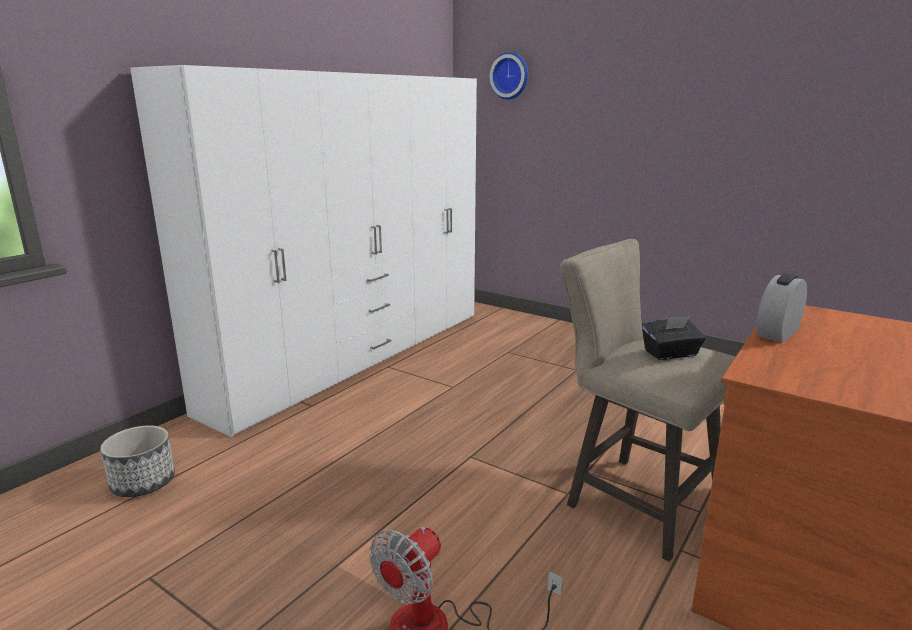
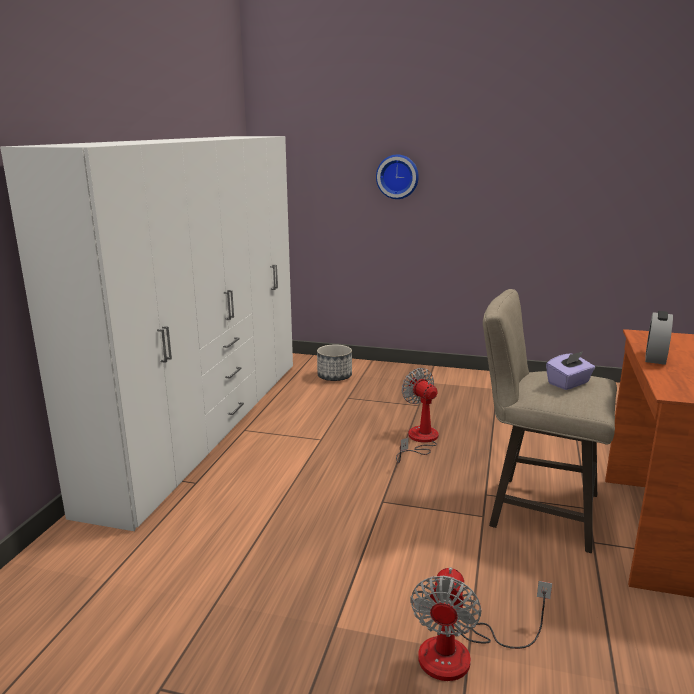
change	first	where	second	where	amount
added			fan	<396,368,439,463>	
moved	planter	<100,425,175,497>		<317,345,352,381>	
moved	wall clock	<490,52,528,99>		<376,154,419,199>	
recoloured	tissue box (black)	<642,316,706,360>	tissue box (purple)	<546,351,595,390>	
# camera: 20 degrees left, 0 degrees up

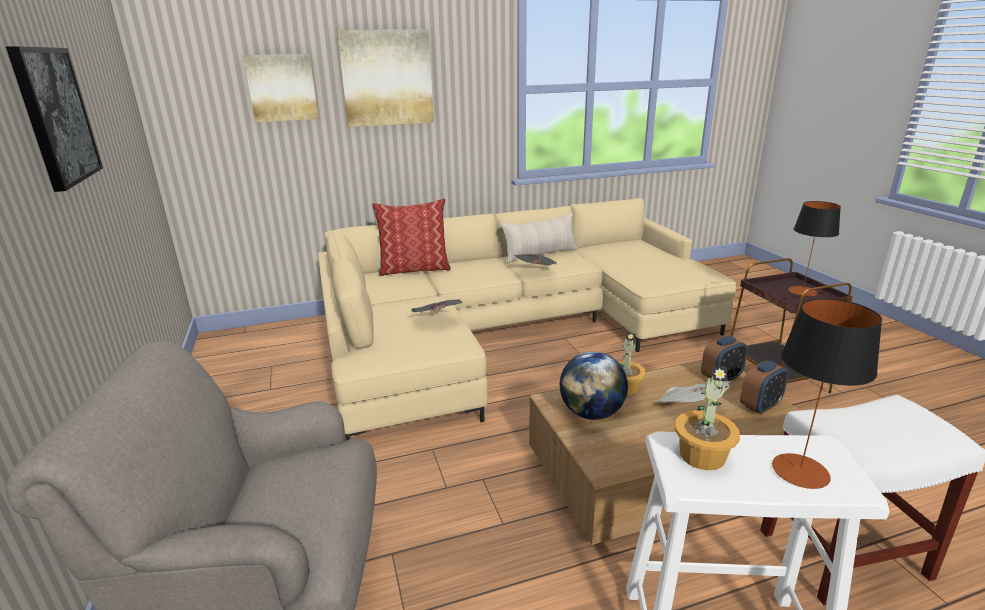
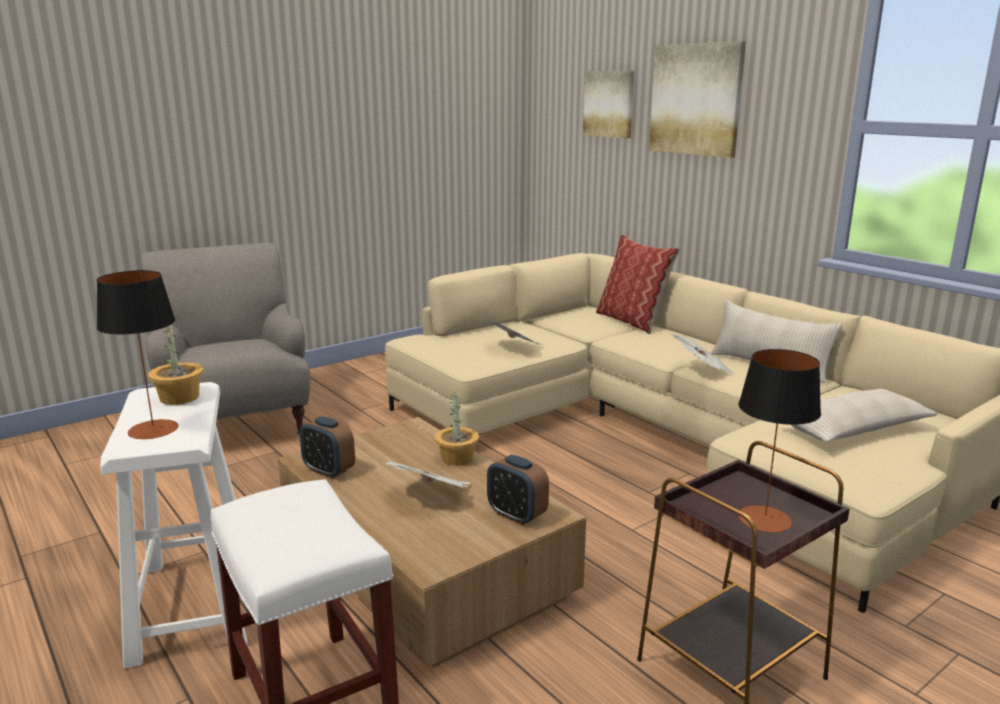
change	first	where	second	where	amount
removed	picture	<6,46,103,192>			
removed	globe	<559,352,628,420>			
added			pillow (beige)	<791,389,938,442>	
moved	alarm clock	<740,361,789,414>		<300,416,355,479>	
# camera: 70 degrees right, 5 degrees down

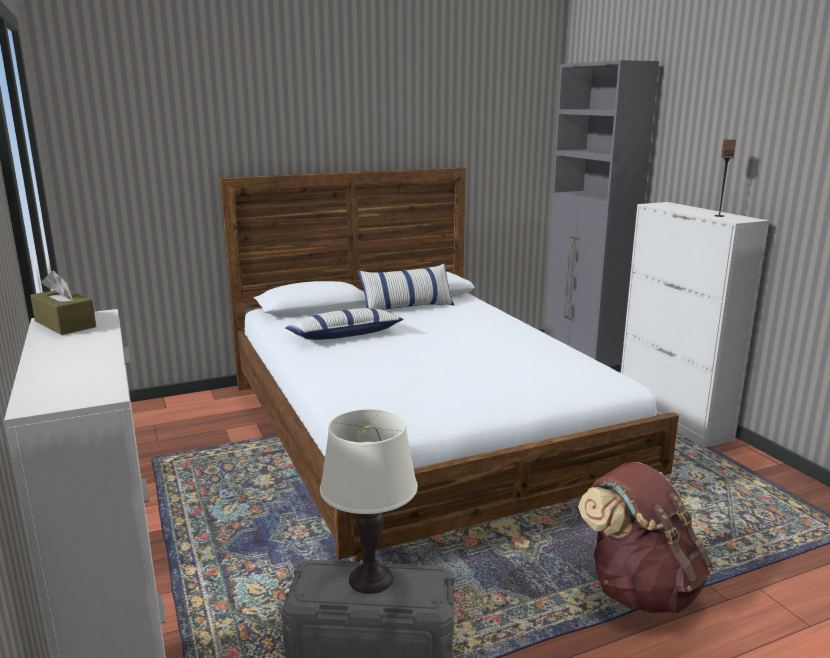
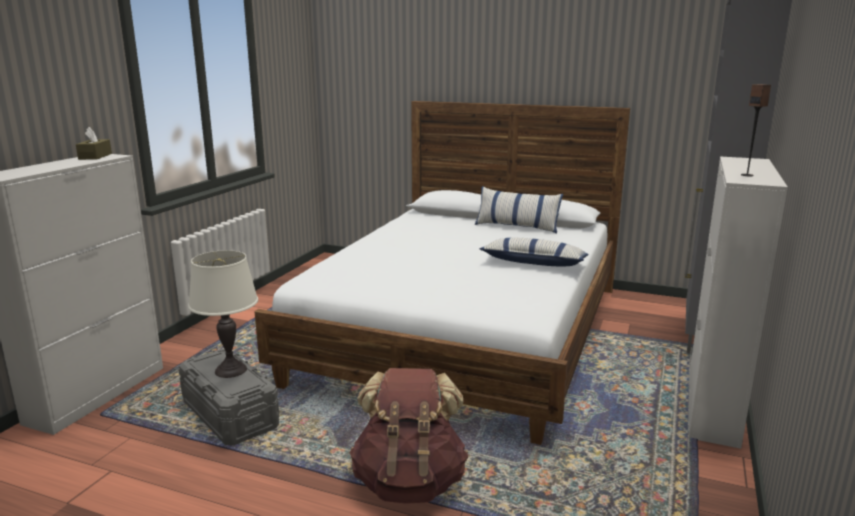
change	first	where	second	where	amount
moved	pillow	<285,308,403,340>		<480,237,589,267>	
# camera: 45 degrees right, 0 degrees up

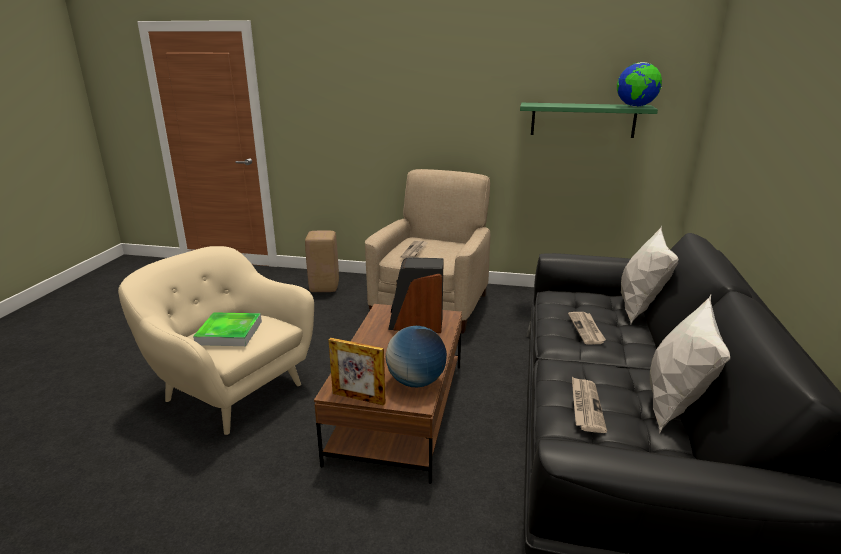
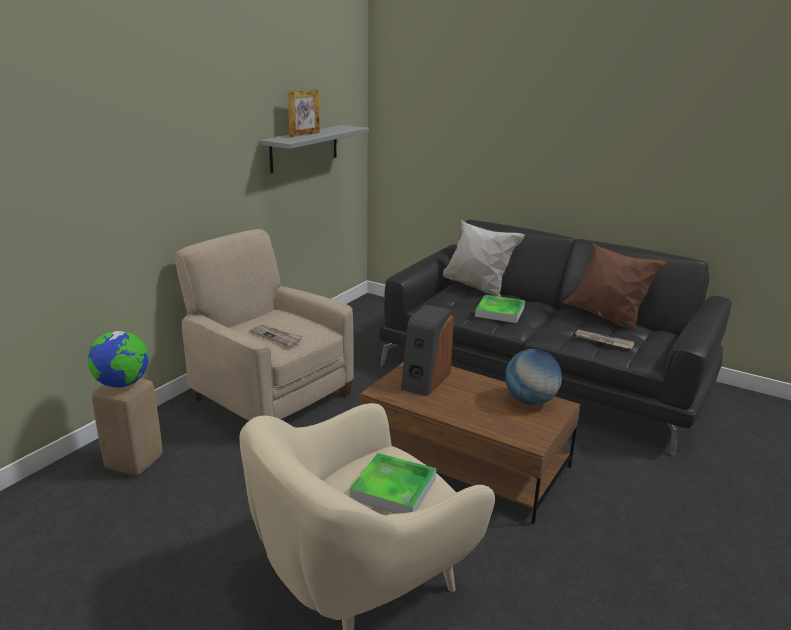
change	first	where	second	where	amount
moved	picture frame	<329,338,385,406>		<288,89,320,137>	
moved	globe	<617,62,662,107>		<88,331,149,388>	
replaced	newspaper	<568,312,606,344>	tray	<475,295,525,323>	
recoloured	shelf (green)	<520,103,658,138>	shelf (grey)	<260,125,369,173>	
recoloured	pillow (white)	<650,295,730,434>	pillow (brown)	<563,242,668,331>	
# camera: 70 degrees left, 0 degrees up

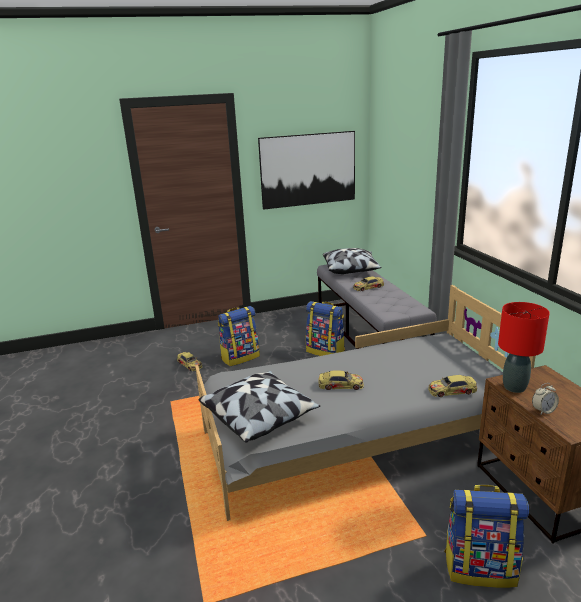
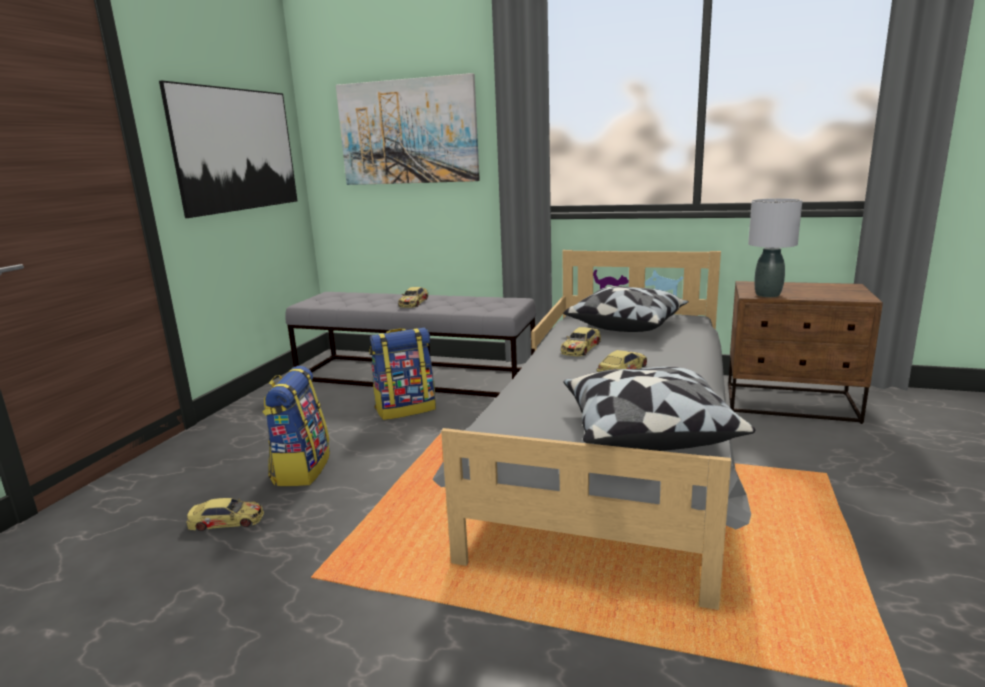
change	first	where	second	where	amount
removed	backpack	<444,485,529,588>			
removed	alarm clock	<532,383,559,414>			
added			picture	<336,73,480,185>	
moved	pillow	<323,248,382,274>		<563,286,689,332>	
moved	toy car	<428,375,477,397>		<561,327,601,356>	
recoloured	table lamp (red)	<498,302,550,393>	table lamp (grey)	<748,198,802,297>	
# camera: 55 degrees left, 5 degrees down

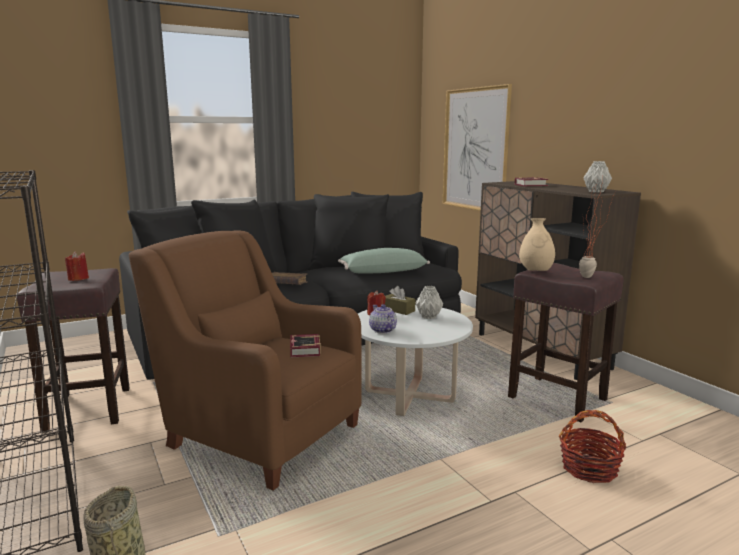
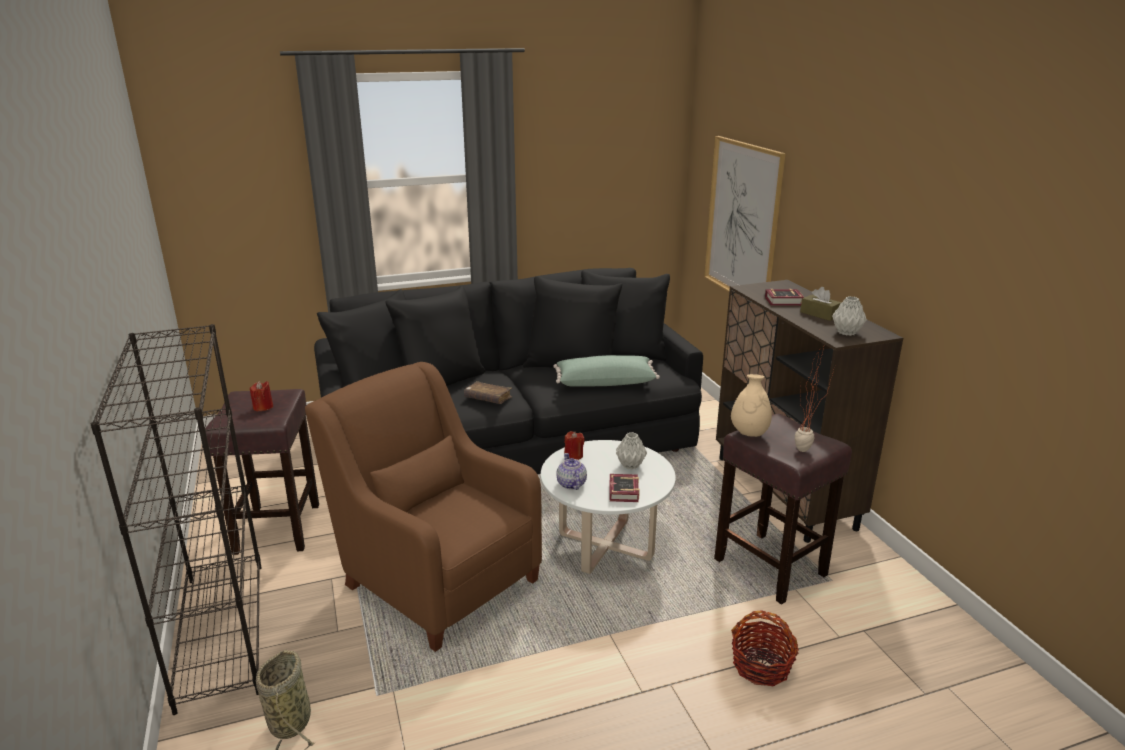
change	first	where	second	where	amount
moved	book	<290,334,321,357>		<610,474,640,502>	
moved	tissue box (brown)	<385,286,415,315>		<800,287,842,321>	
# camera: 10 degrees right, 10 degrees up

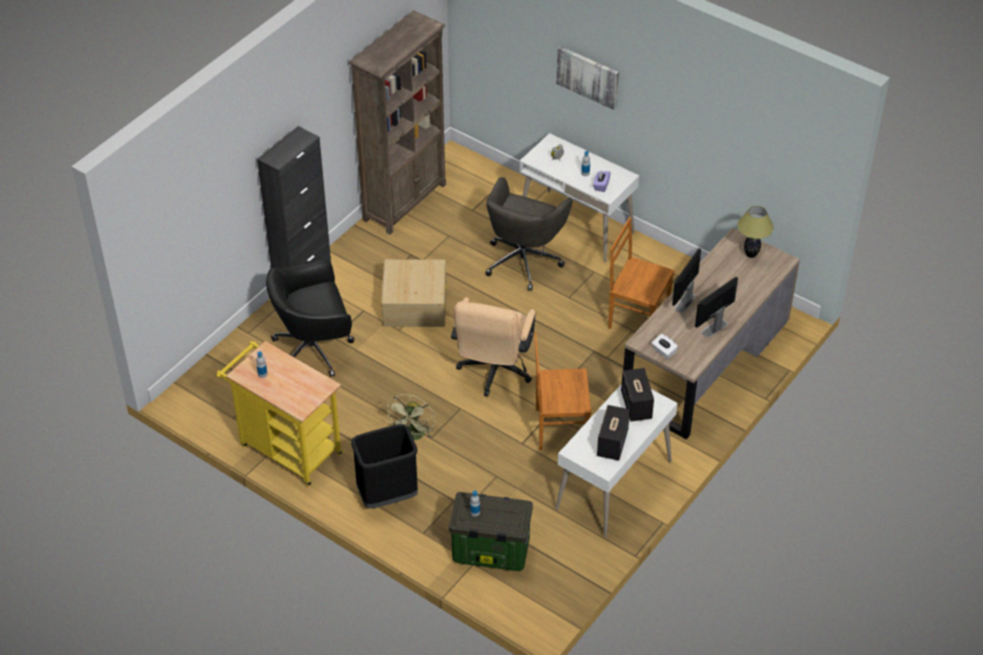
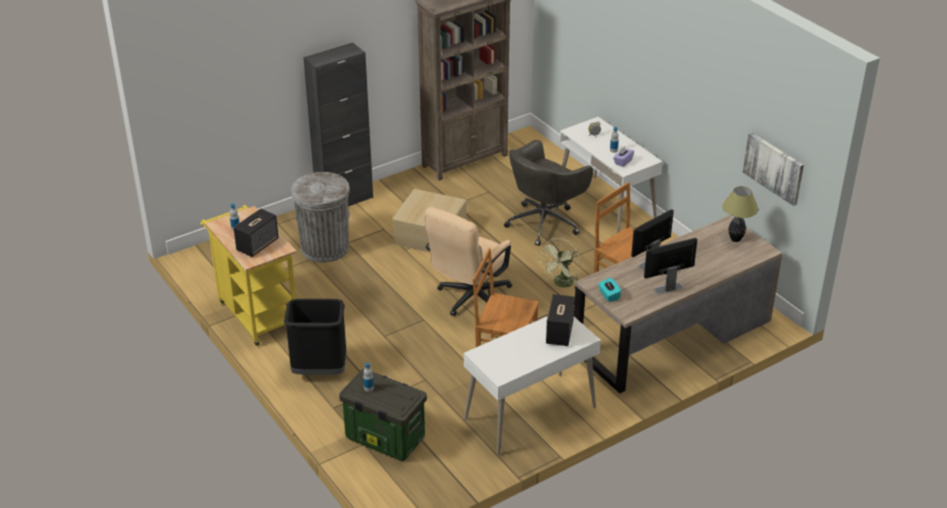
change	first	where	second	where	amount
moved	fan (green)	<386,394,435,440>		<540,238,581,287>	
moved	picture	<556,46,619,110>		<743,132,804,206>	
moved	speaker	<597,405,630,461>		<233,209,279,257>	
replaced	office chair (black)	<266,260,354,377>	trash can (grey)	<291,172,350,263>	
recoloured	tissue box (white)	<652,334,678,359>	tissue box (turquoise)	<598,278,621,302>	
# camera: 20 degrees right, 10 degrees down

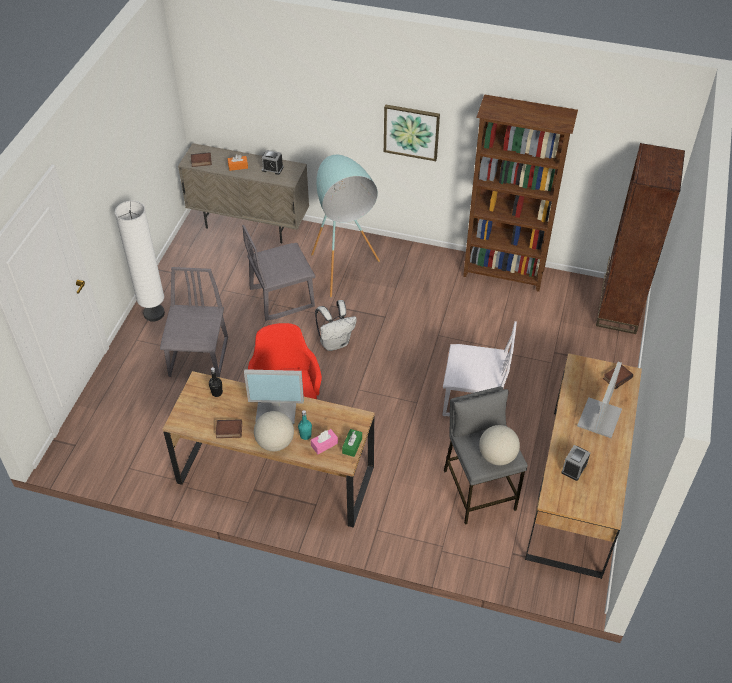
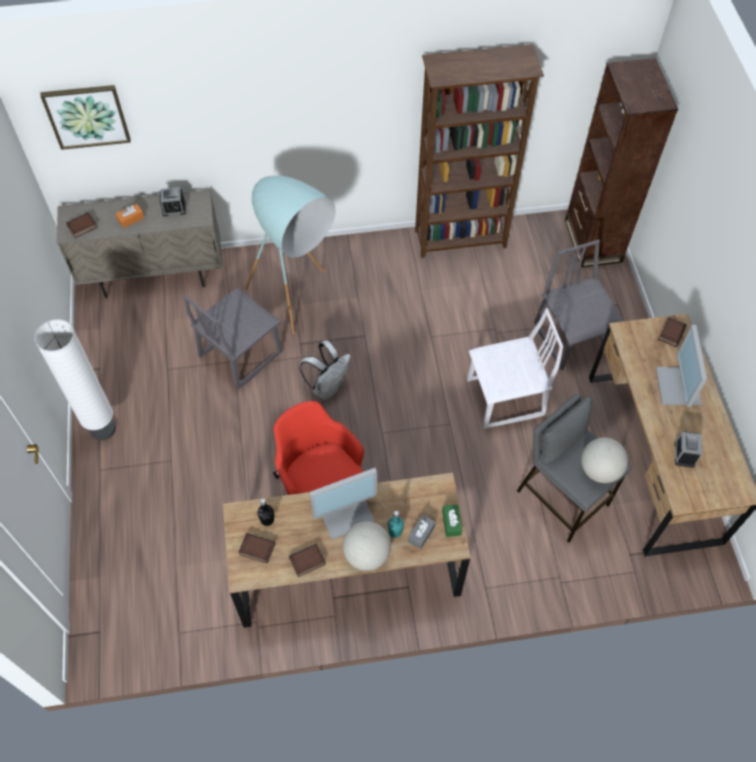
change	first	where	second	where	amount
added			book	<239,533,275,564>	
moved	chair (grey)	<160,267,228,377>		<534,240,623,370>	
moved	picture	<384,104,440,161>		<40,85,131,150>	
recoloured	tissue box (pink)	<311,429,338,454>	tissue box (grey)	<408,515,436,549>	
# camera: 25 degrees left, 10 degrees up

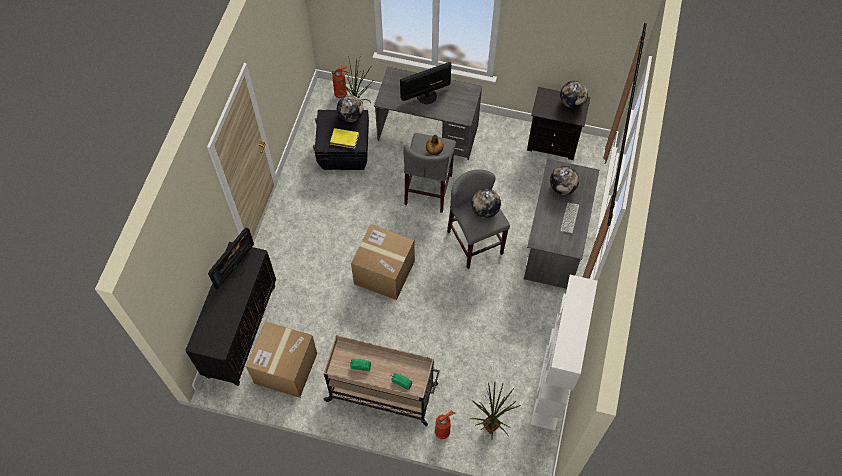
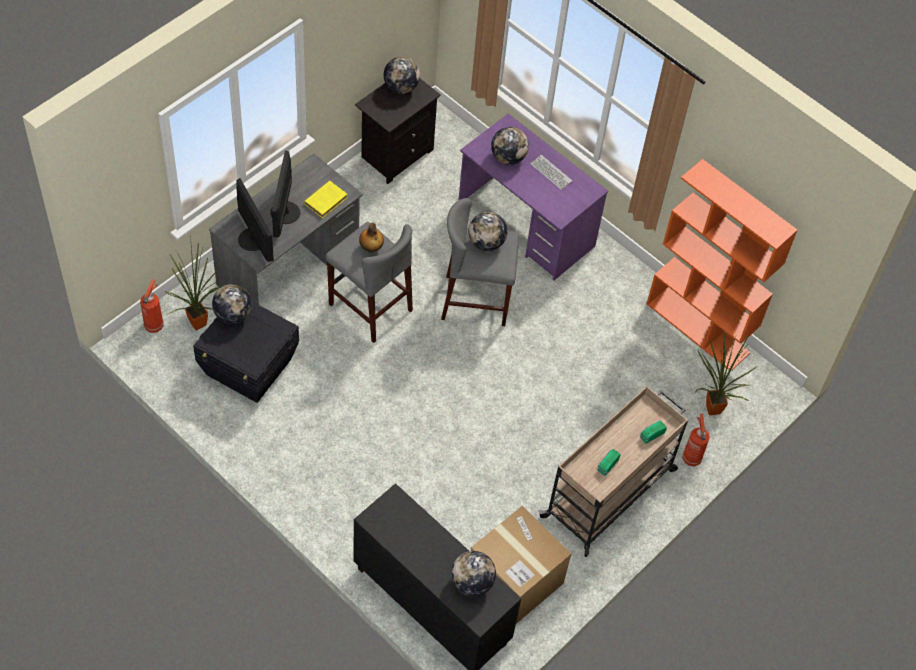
change	first	where	second	where	amount
removed	cardboard box	<351,224,415,300>			
added			globe	<451,551,496,596>	
moved	monitor	<208,227,254,289>		<236,178,274,262>	
moved	book (yellow)	<330,128,359,149>		<304,181,348,218>	
recoloured	desk (grey)	<524,159,599,289>	desk (purple)	<458,114,608,281>	
recoloured	bookcase (white)	<531,275,598,431>	bookcase (orange)	<646,159,798,371>	
# camera: 65 degrees left, 5 degrees down

